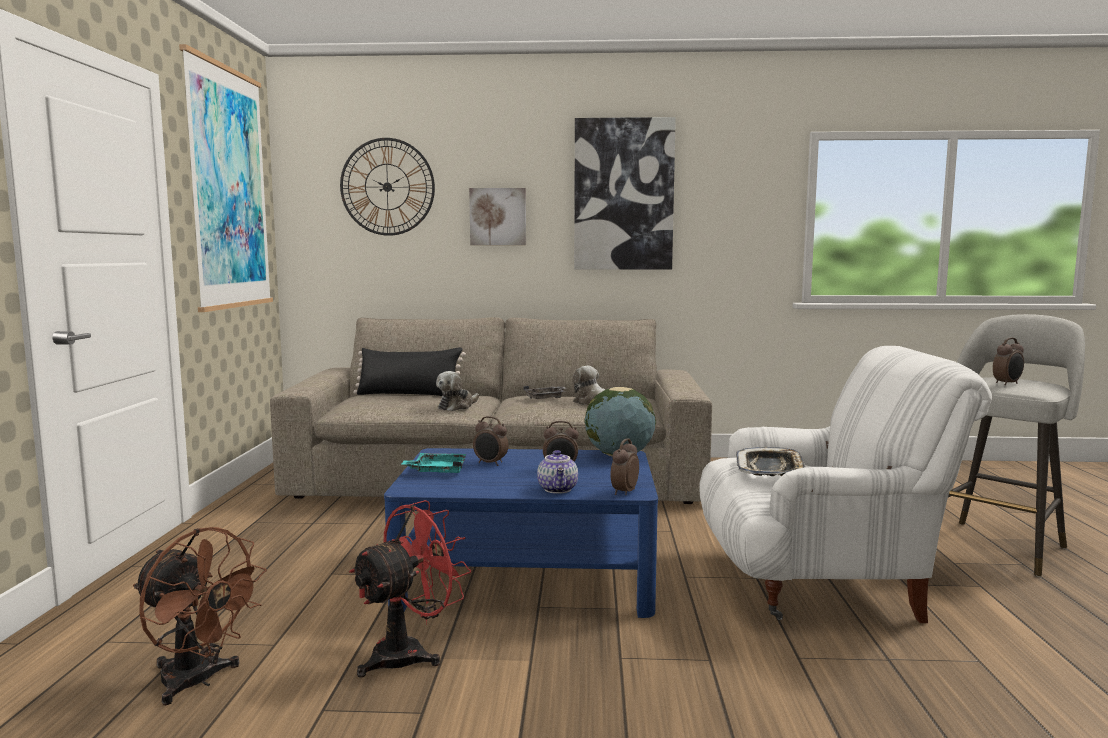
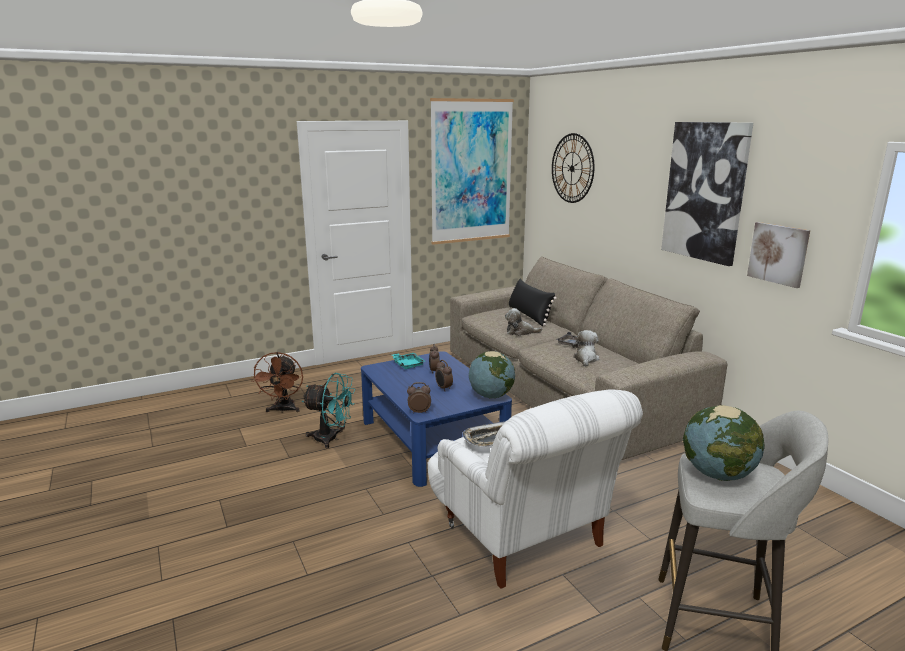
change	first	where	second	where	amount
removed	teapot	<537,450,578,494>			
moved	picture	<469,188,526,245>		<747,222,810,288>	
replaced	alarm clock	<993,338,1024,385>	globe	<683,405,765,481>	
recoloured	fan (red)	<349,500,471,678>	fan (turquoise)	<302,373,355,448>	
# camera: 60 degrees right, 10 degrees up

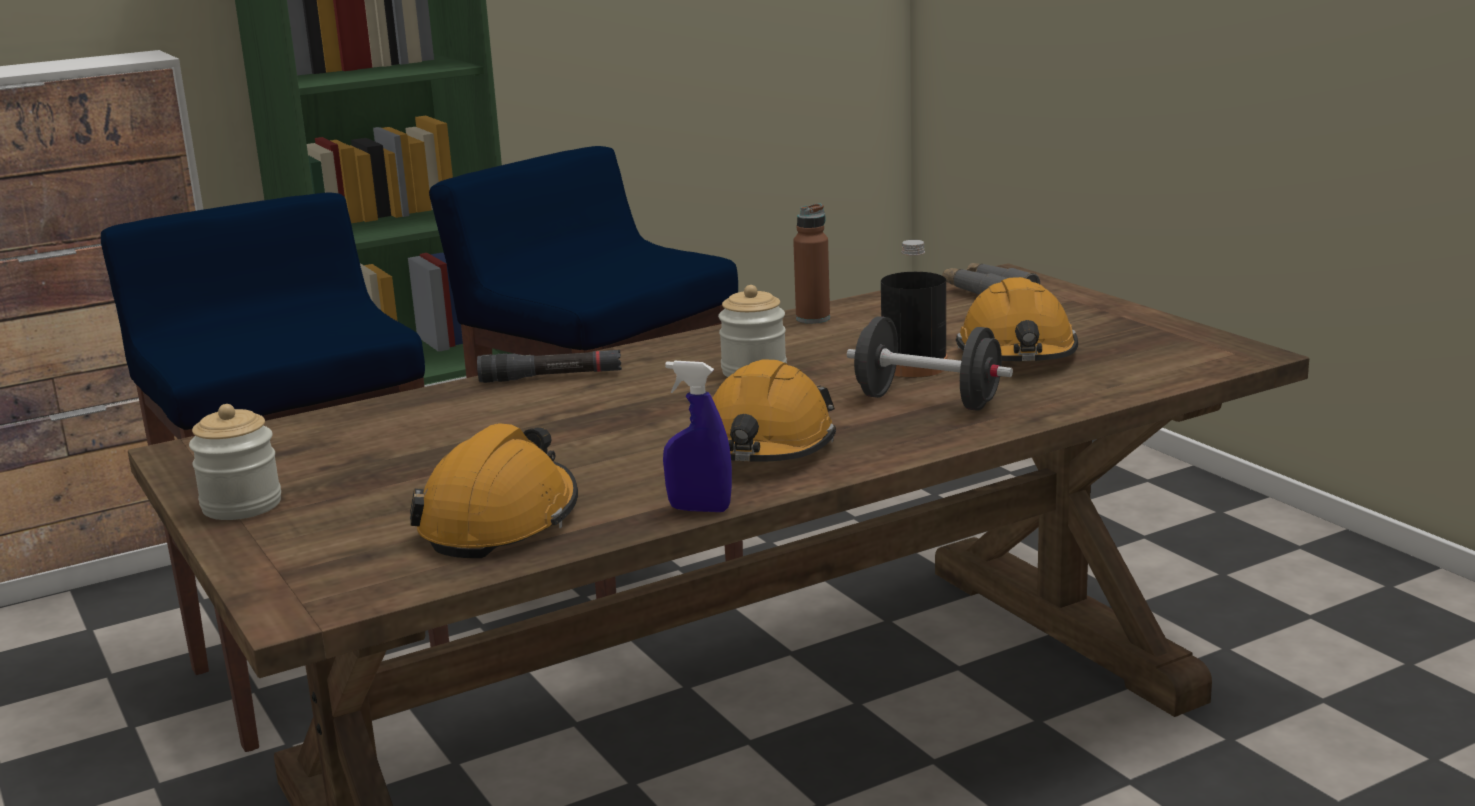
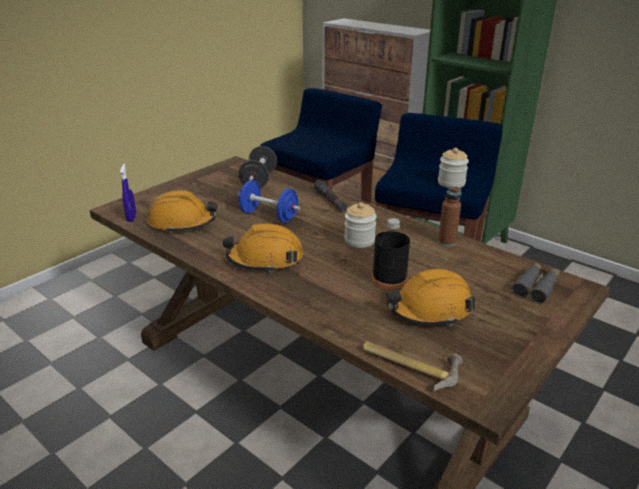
change	first	where	second	where	amount
added			dumbbell (blue)	<238,180,300,223>	
added			hammer	<362,341,463,391>	
moved	jar	<189,404,281,520>		<438,148,469,188>	
moved	spray bottle (blue)	<663,361,732,512>		<120,164,136,222>	
moved	dumbbell (black)	<847,316,1013,411>		<238,146,277,188>	
# camera: 70 degrees right, 10 degrees up

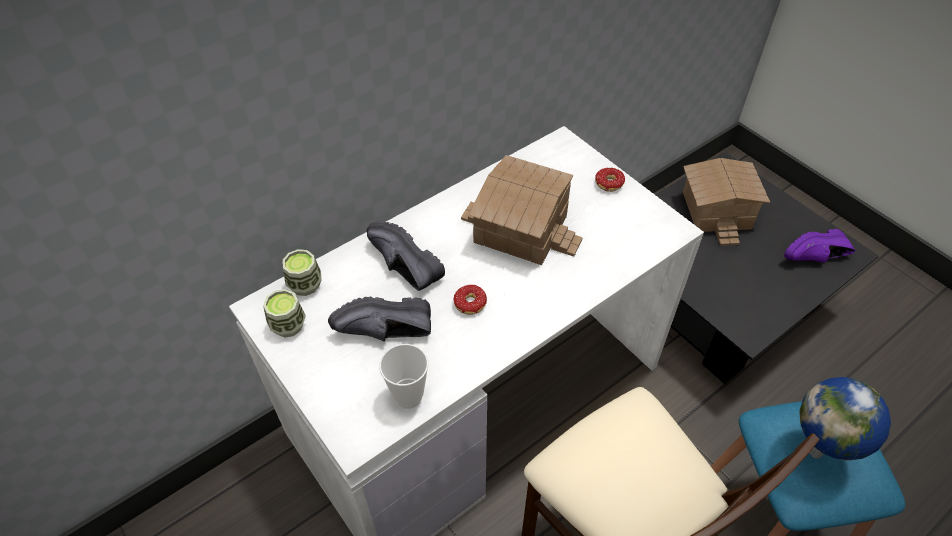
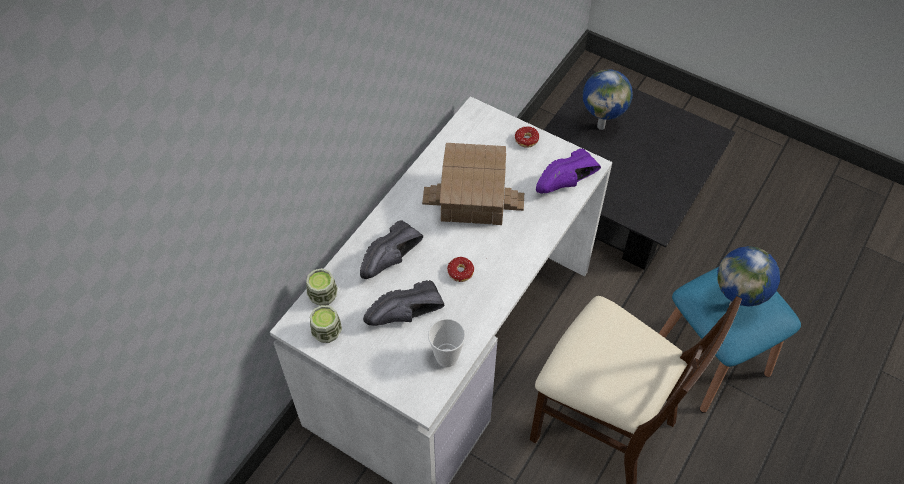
change	first	where	second	where	amount
moved	shoe (purple)	<784,229,855,262>		<536,149,601,194>	
replaced	toy house	<683,158,770,246>	globe	<583,69,633,130>	
turned	shoe (black)	<367,221,445,291>		<360,220,423,279>	75 degrees counterclockwise
# camera: 20 degrees left, 5 degrees up

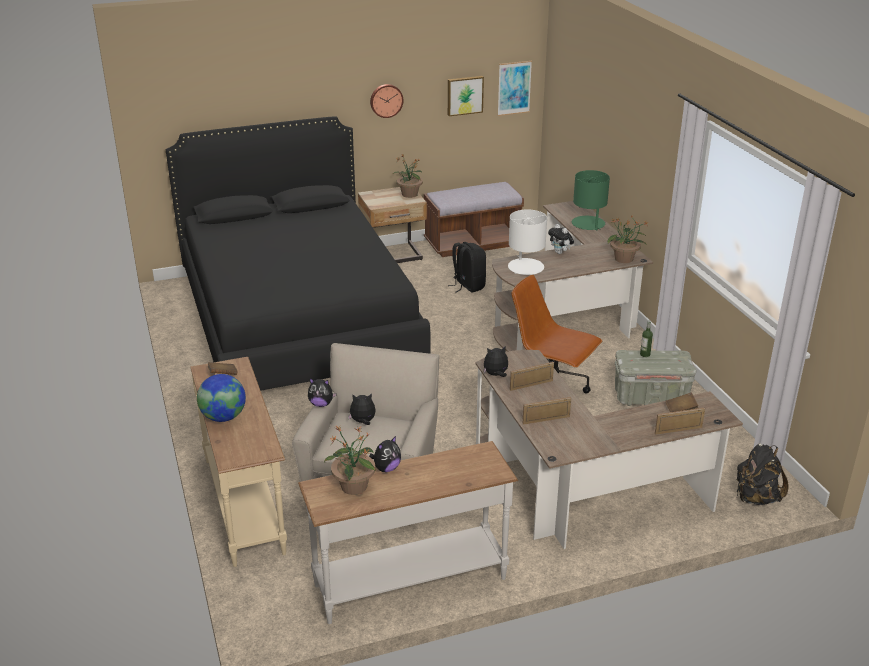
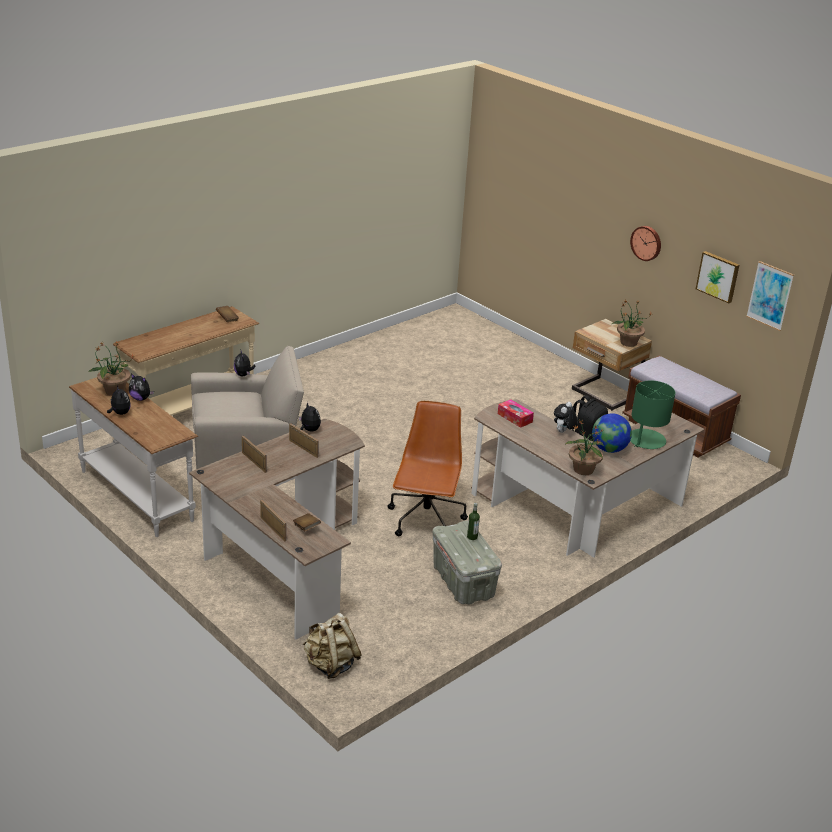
change	first	where	second	where	amount
removed	bed (black)	<166,116,431,391>			
moved	globe	<197,374,246,422>		<592,413,632,453>	
moved	plush toy	<348,393,376,425>		<107,385,131,415>	
replaced	table lamp (white)	<508,209,547,275>	tissue box	<498,399,534,428>	
recoloured	backpack (black)	<737,443,789,505>	backpack (beige)	<303,613,362,679>	
# camera: 65 degrees right, 0 degrees up

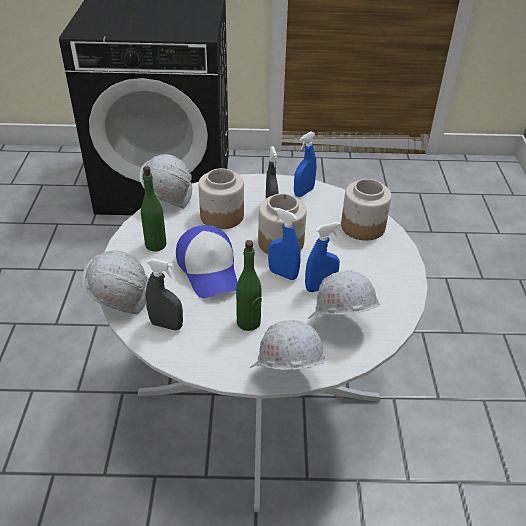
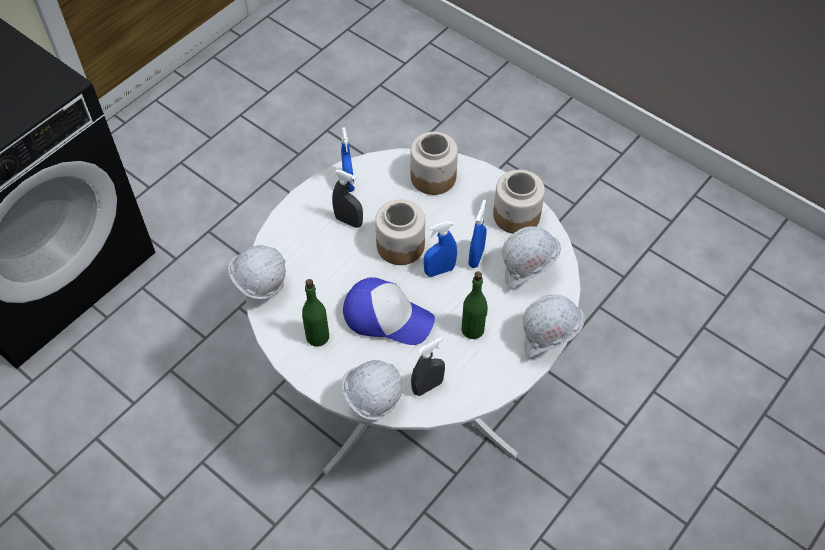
change	first	where	second	where	amount
moved	jar	<198,168,244,229>		<493,170,545,234>	
# camera: 50 degrees left, 15 degrees up

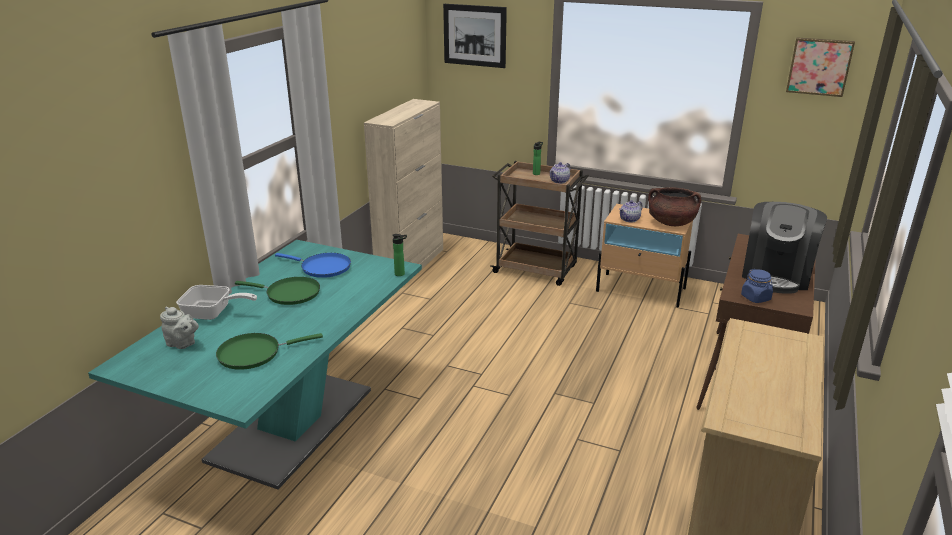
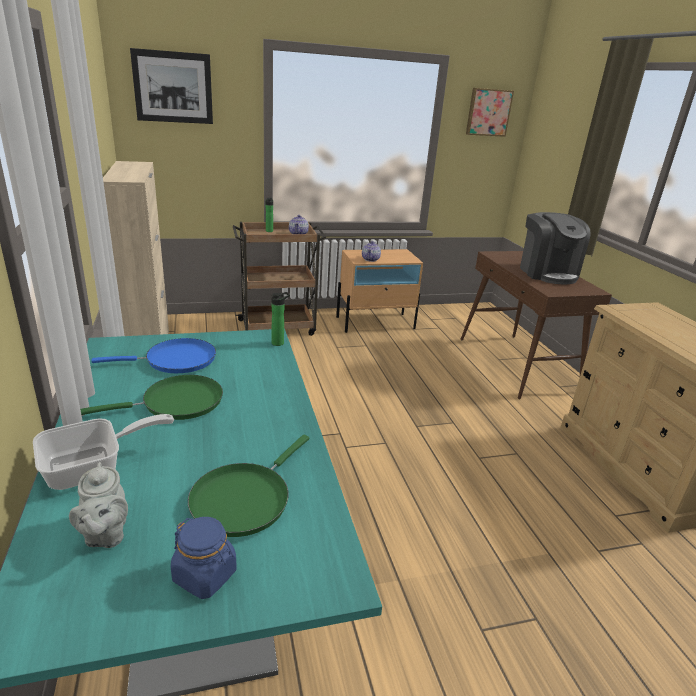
change	first	where	second	where	amount
removed	cooking pot (brown)	<648,187,701,226>			
moved	jar (blue)	<741,269,773,303>		<171,517,237,599>	
turned	teapot (grey)	<160,307,199,349>		<69,462,128,548>	90 degrees clockwise
# camera: 40 degrees left, 0 degrees up

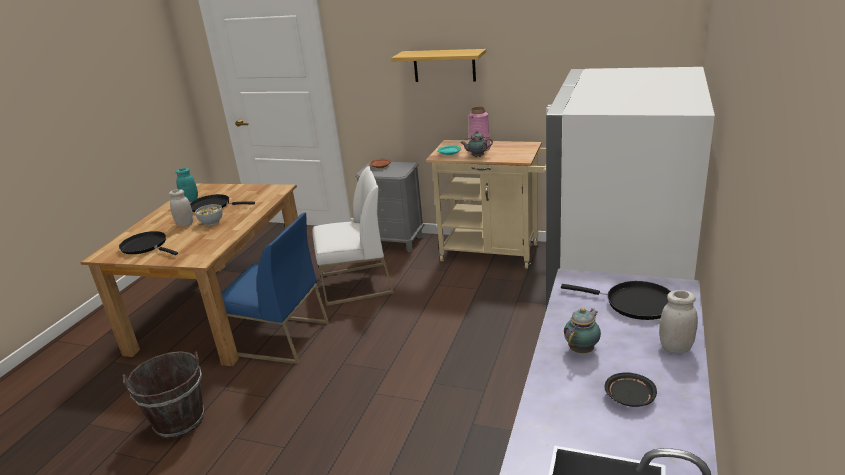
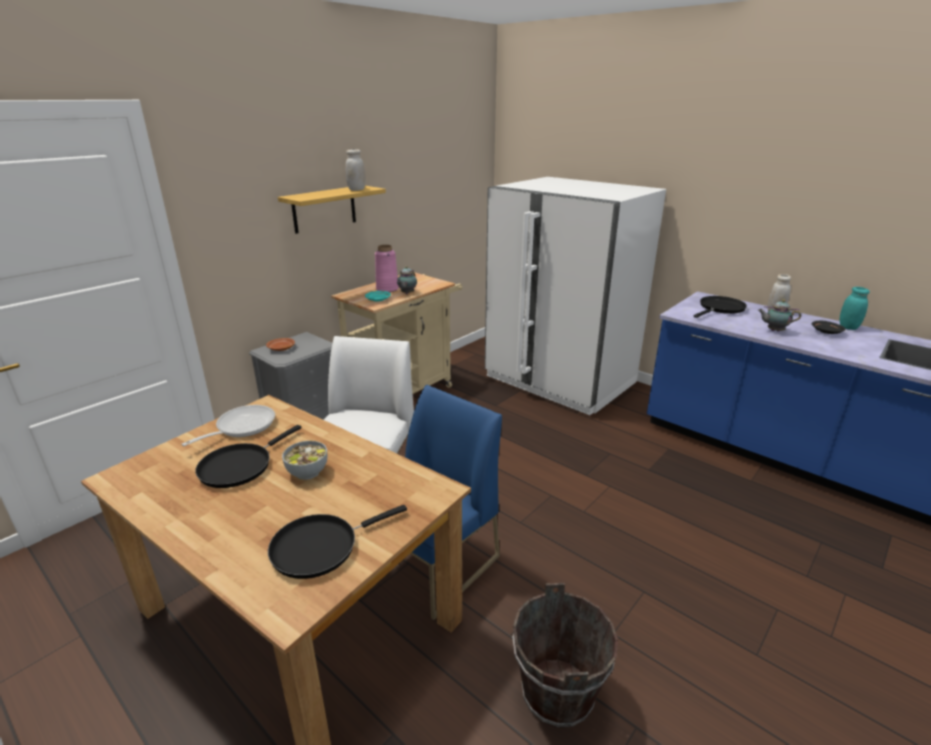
change	first	where	second	where	amount
added			frying pan	<181,405,275,446>	
moved	jar (white)	<169,189,193,226>		<345,149,366,191>	
moved	jar (turquoise)	<176,168,198,202>		<839,287,870,330>	
turned	teapot	<564,308,601,353>		<758,299,801,332>	45 degrees counterclockwise
# camera: 70 degrees left, 0 degrees up

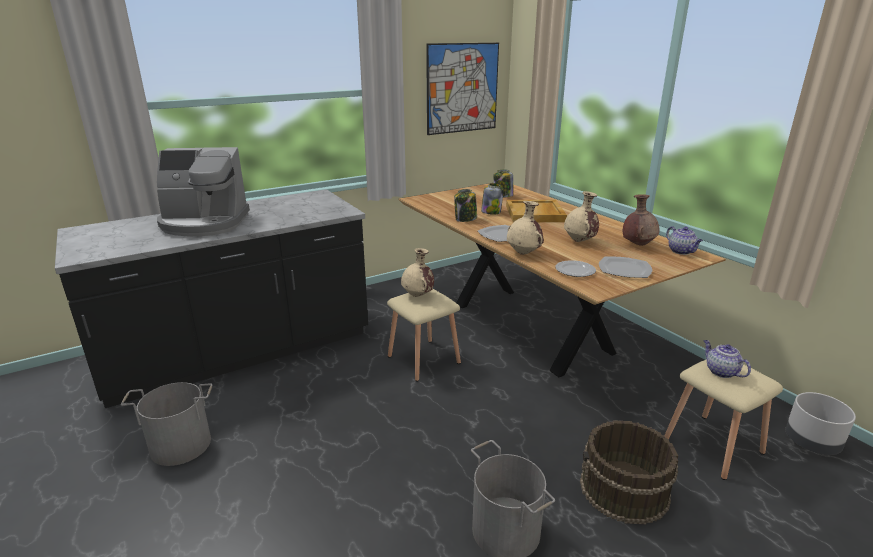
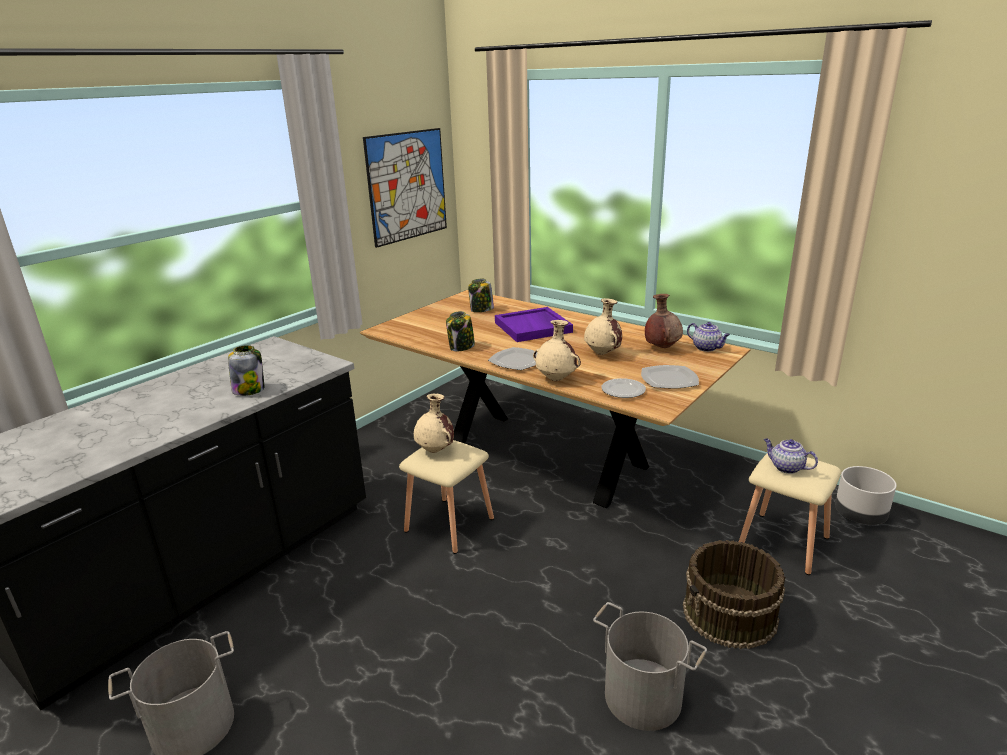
change	first	where	second	where	amount
removed	coffee machine	<157,147,250,236>			
moved	jar	<481,183,504,215>		<228,345,265,396>	
recoloured	tray (beige)	<506,200,567,222>	tray (purple)	<495,307,573,342>	
# camera: 20 degrees left, 0 degrees up

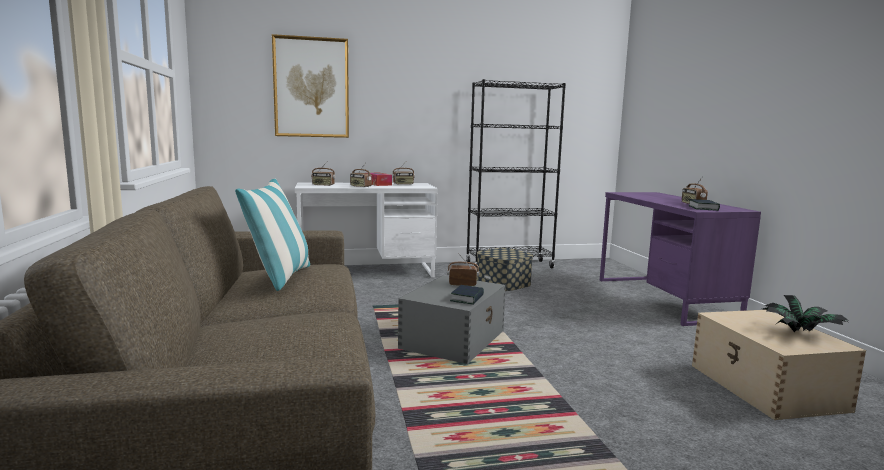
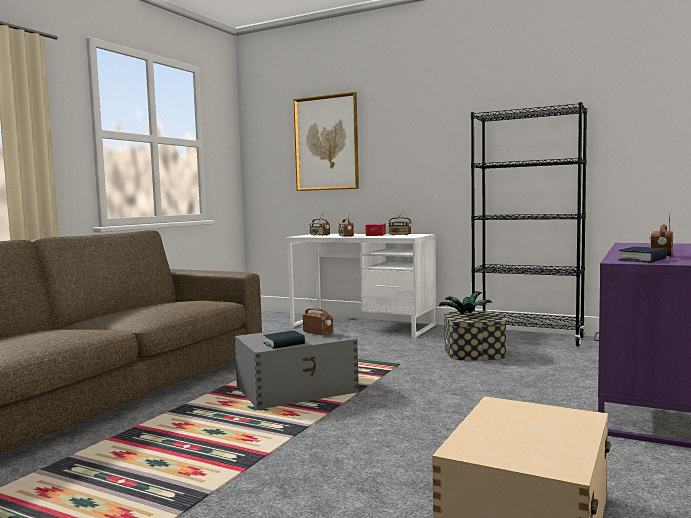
change	first	where	second	where	amount
removed	pillow	<235,178,310,291>			
moved	potted plant	<763,295,849,332>		<439,291,493,314>	
# camera: 40 degrees right, 5 degrees down

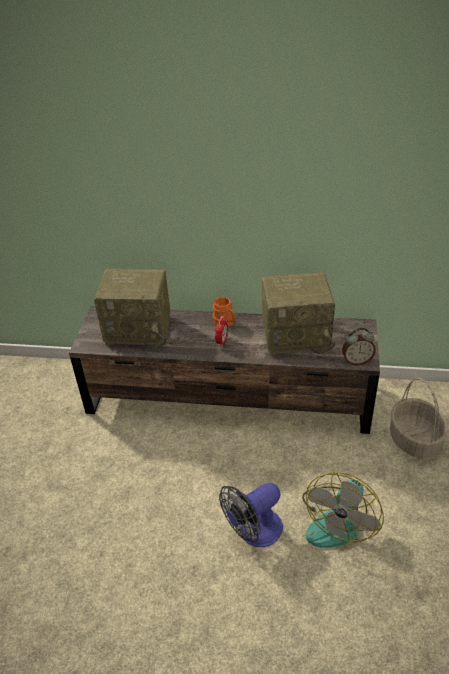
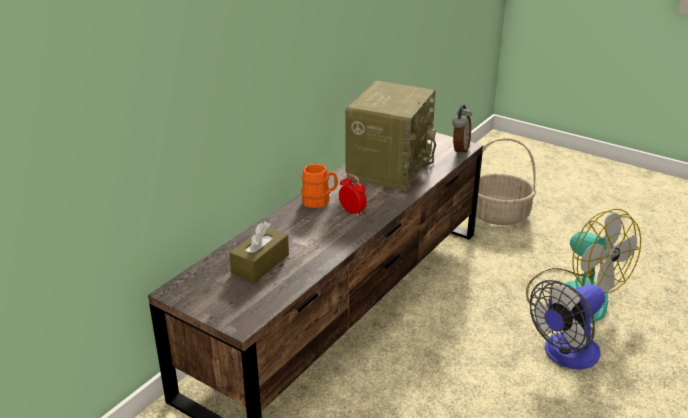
change	first	where	second	where	amount
replaced	radio	<94,268,171,348>	tissue box (brown)	<229,222,289,283>	
turned	fan	<219,483,283,547>		<530,280,605,369>	60 degrees clockwise
# camera: 65 degrees left, 10 degrees down

